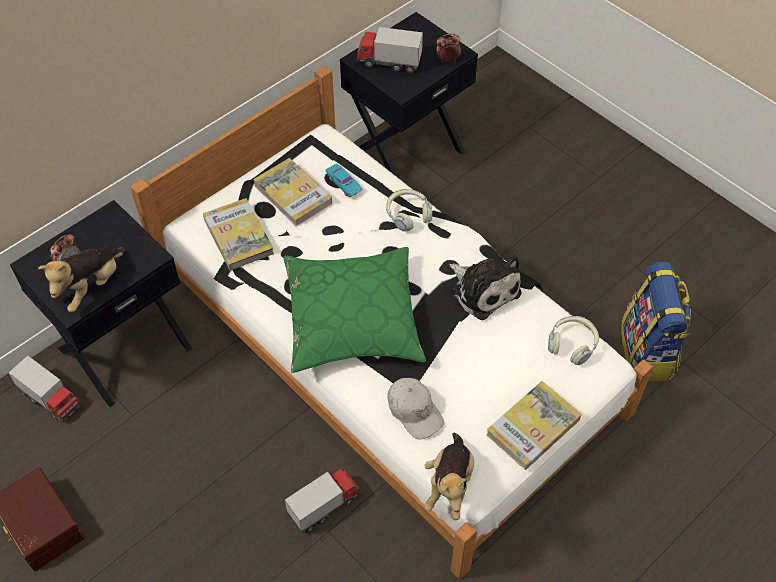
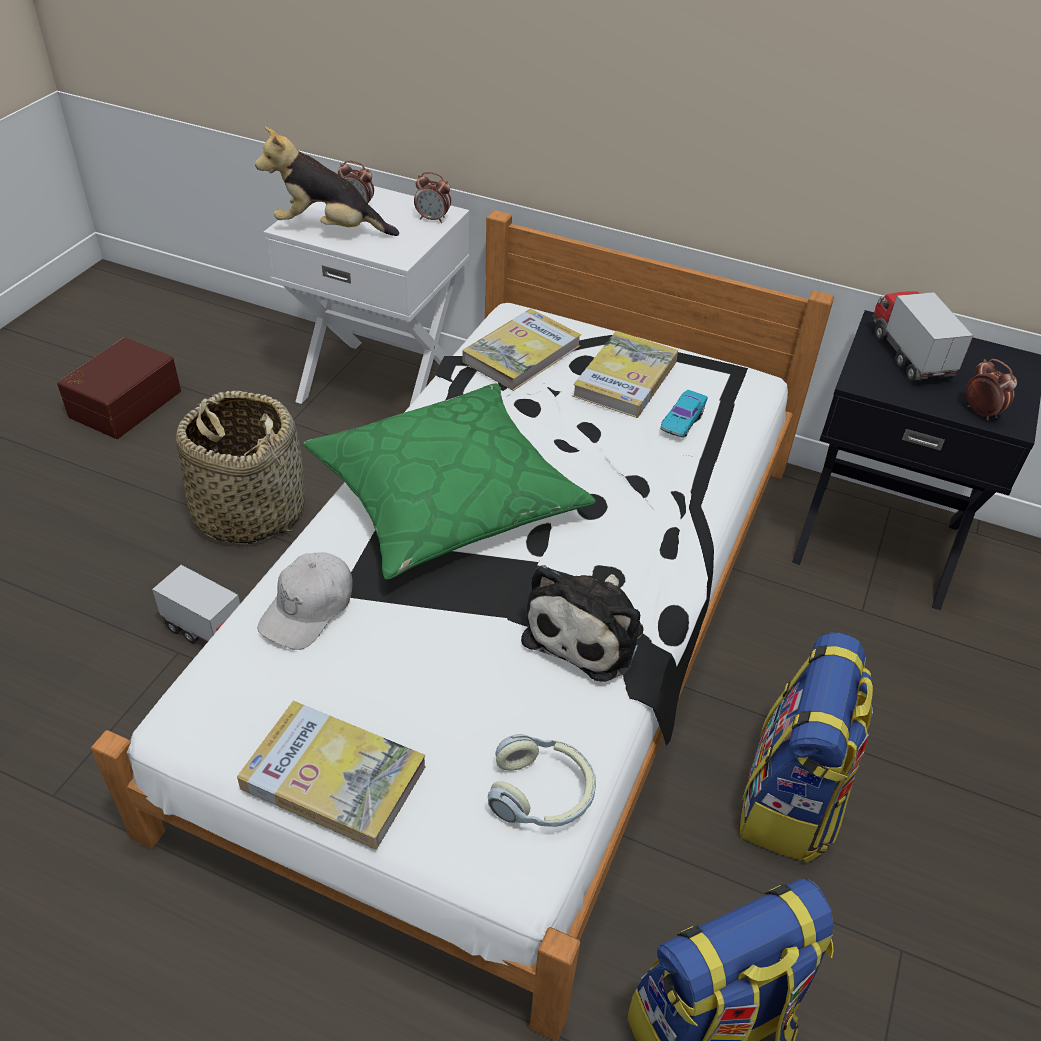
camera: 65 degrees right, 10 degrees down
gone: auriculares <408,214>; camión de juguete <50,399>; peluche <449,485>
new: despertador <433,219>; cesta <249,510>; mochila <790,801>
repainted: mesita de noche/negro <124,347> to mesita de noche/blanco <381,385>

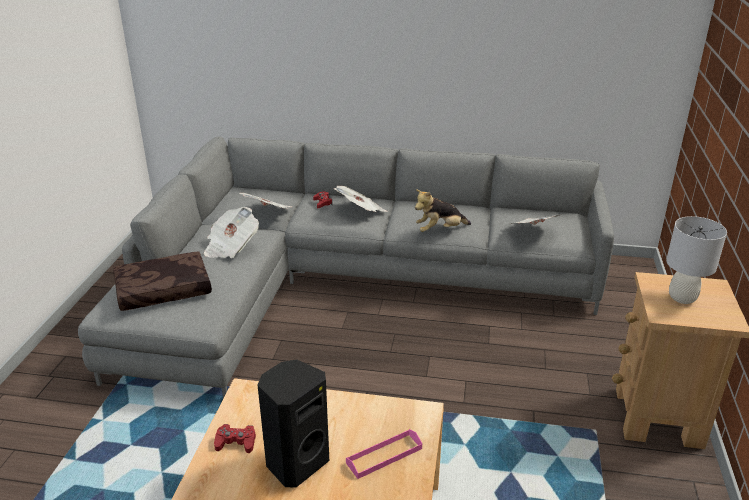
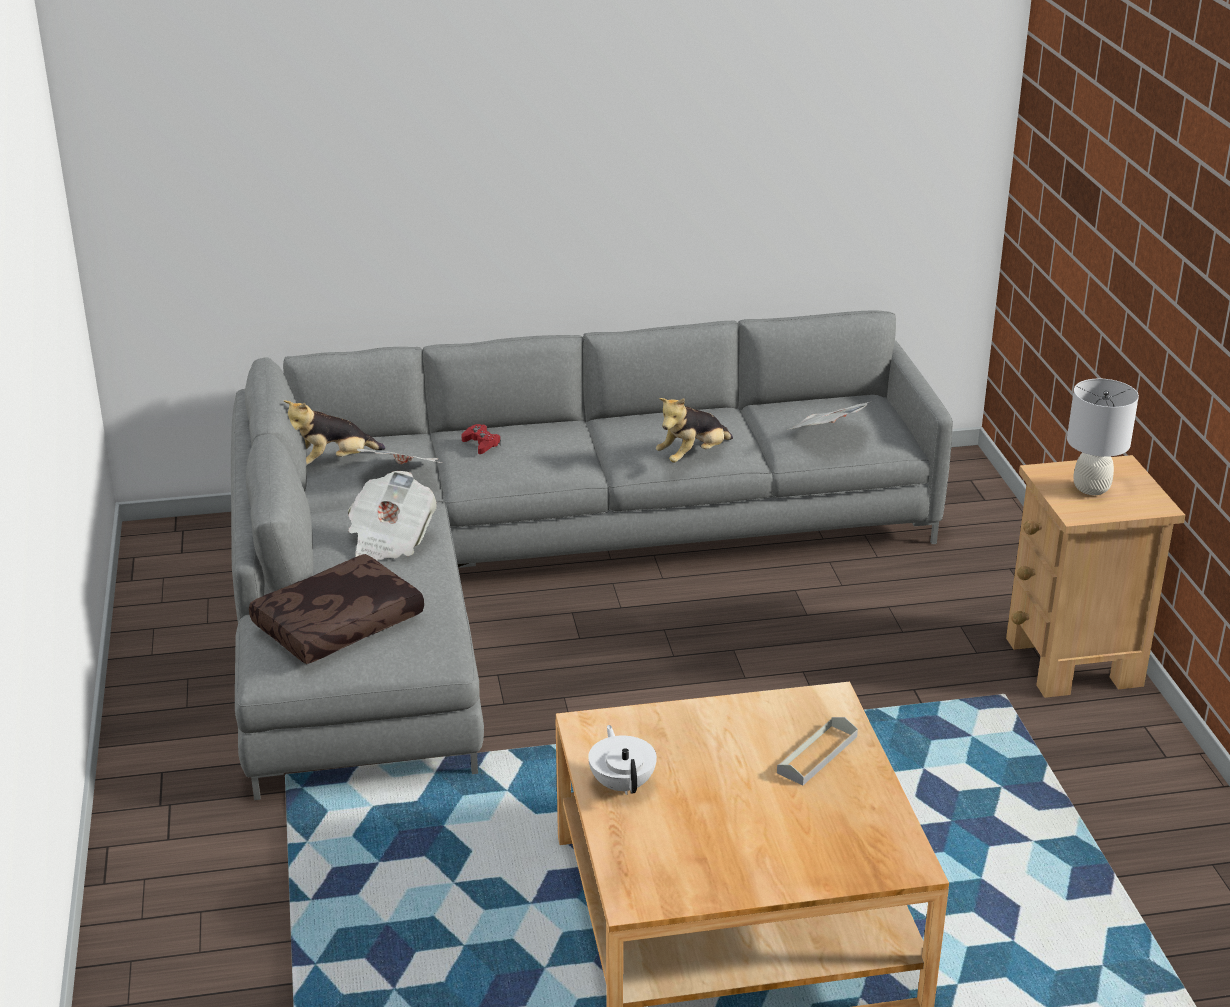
camera: 20 degrees left, 0 degrees up
gone: periódico <361,212>; altavoz/negro <296,462>
new: peluche <333,462>
swapped: mando de consola/rojo <236,442> to tetera/blanco <622,783>
repainted: bandeja/rosa <384,456> to bandeja/gris <817,754>

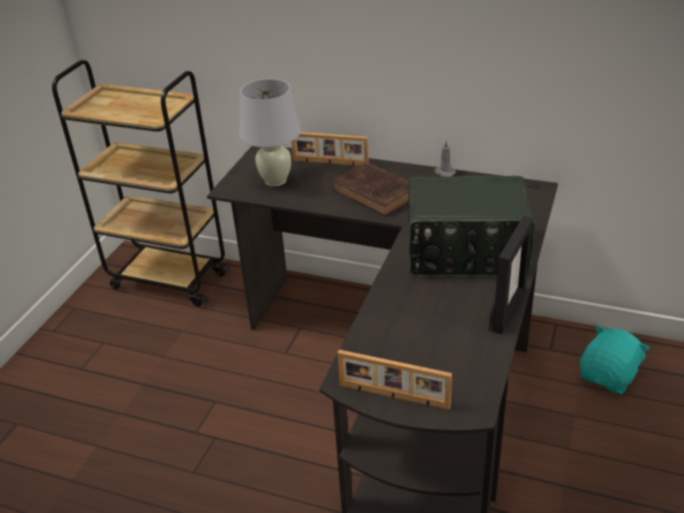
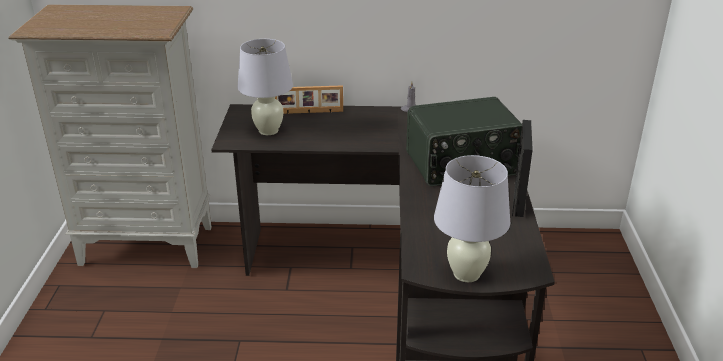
camera: 20 degrees left, 5 degrees down
gone: libro/marrón <377,193>; peluche/turquesa <609,376>
swapped: carrito/marrón <171,280> to cómoda/blanco <149,247>; portarretratos <393,397> to lámpara de mesa/blanco <466,274>

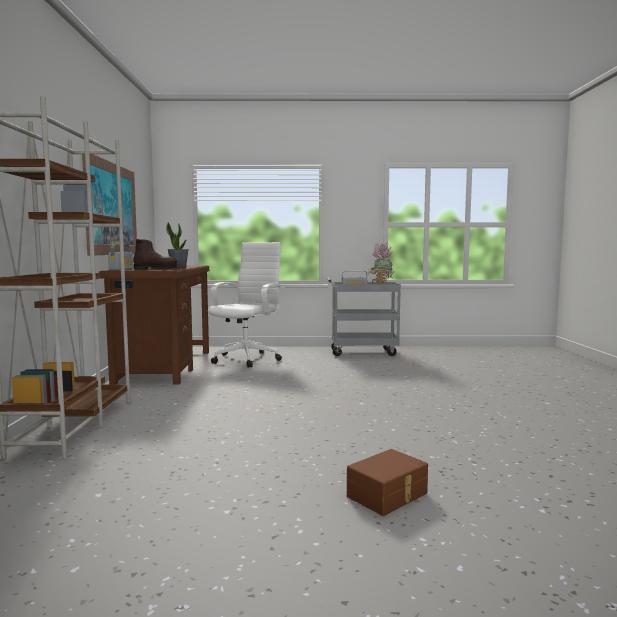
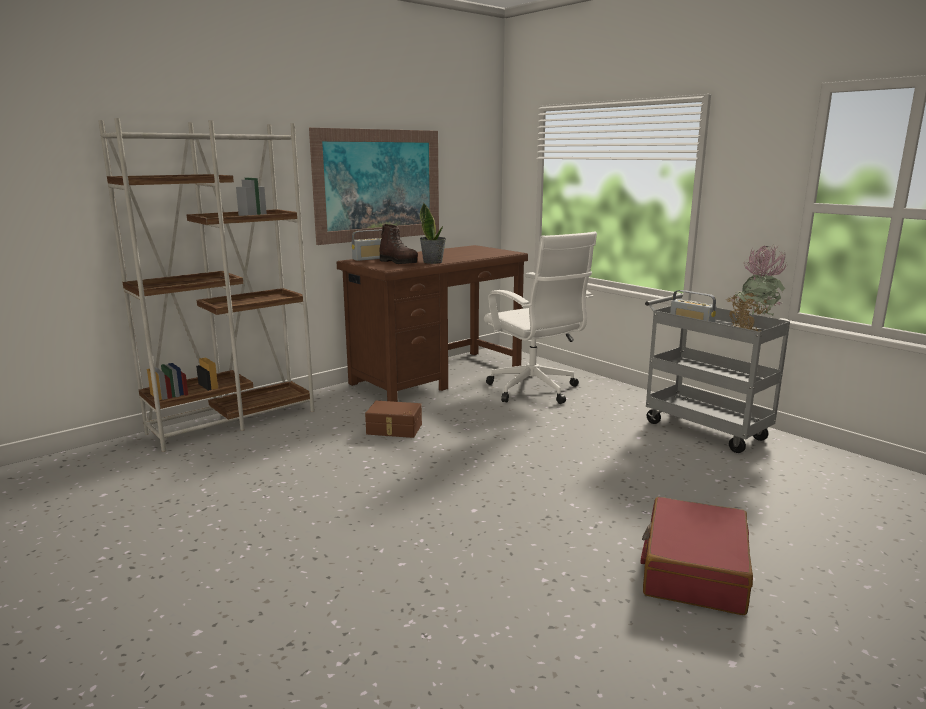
camera: 50 degrees right, 10 degrees up
new: maleta/rojo <693,570>
shifted: caja de almacenaje/marrón <388,495> to <394,429>
rotated: silla de oficina/blanco <248,359> = <535,391> 75 degrees clockwise

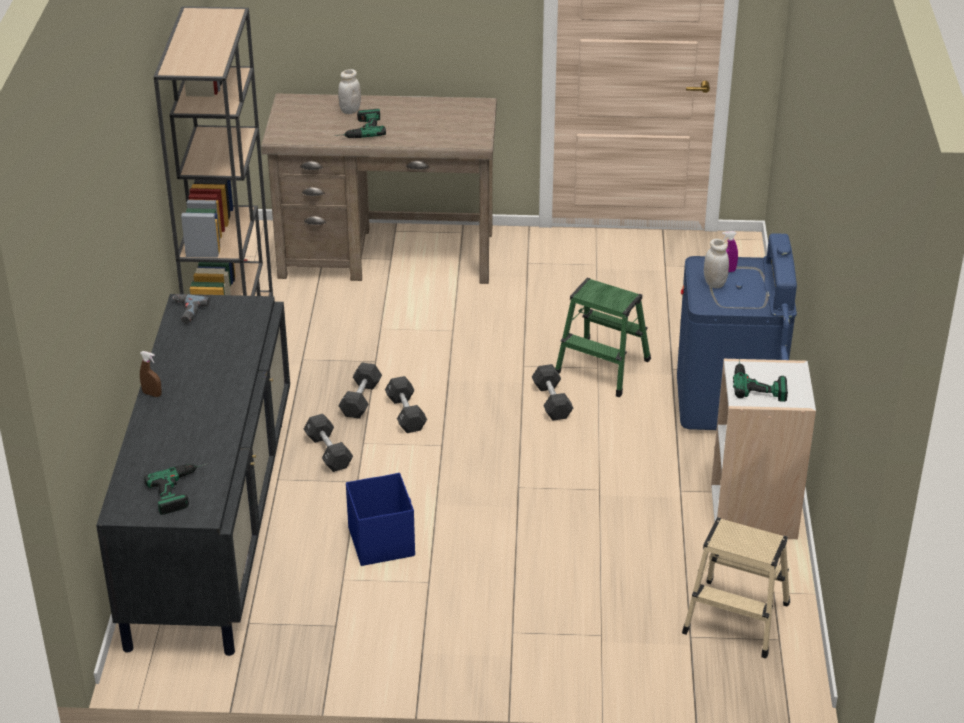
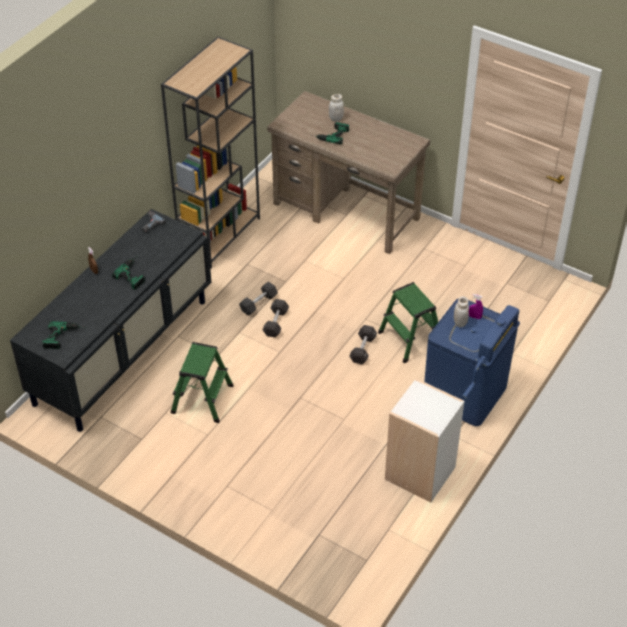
camera: 30 degrees right, 10 degrees up
gone: mancuerna/negro <328,452>; escalera de tijera/beis <736,617>
shifted: taladro <758,382> to <134,273>
swapped: caja de almacenaje/azul <381,541> to escalera de tijera/verde <202,398>

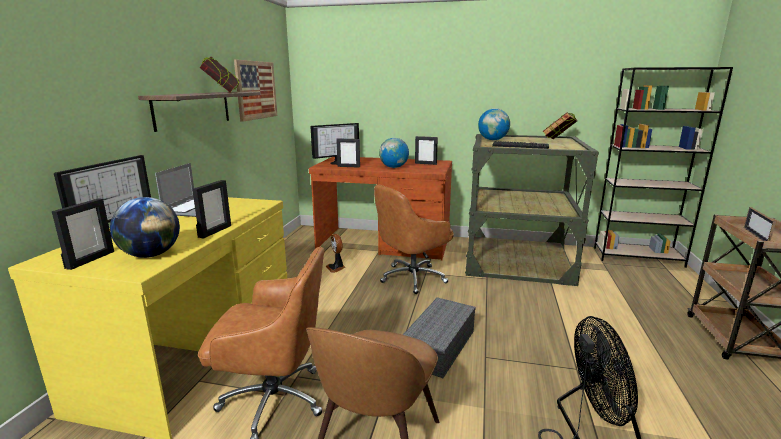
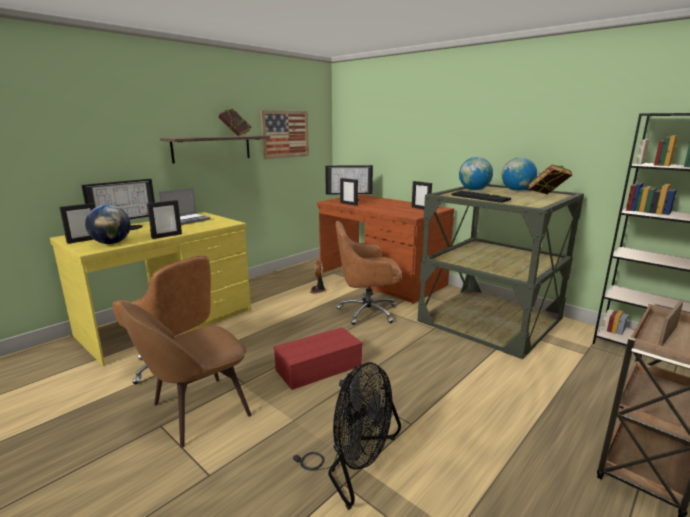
camera: 30 degrees right, 0 degrees up
shifted: globo terráqueo <393,167> to <517,190>
repainted: caja de almacenaje/gris <439,347> to caja de almacenaje/rojo <318,368>

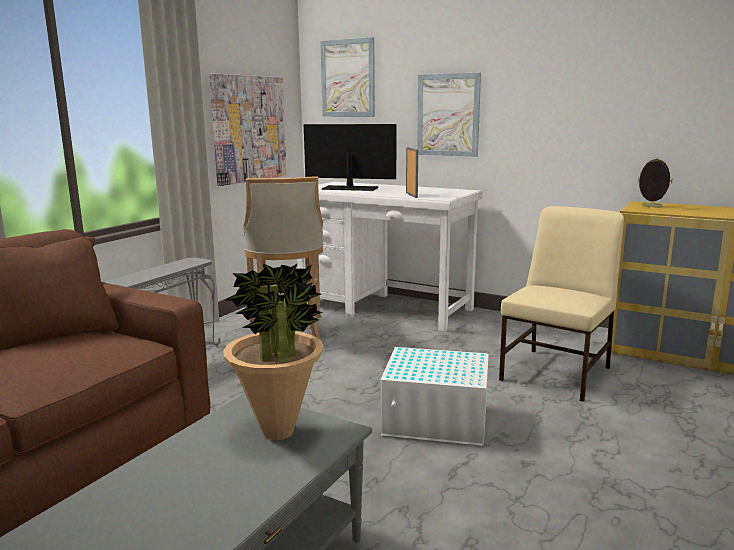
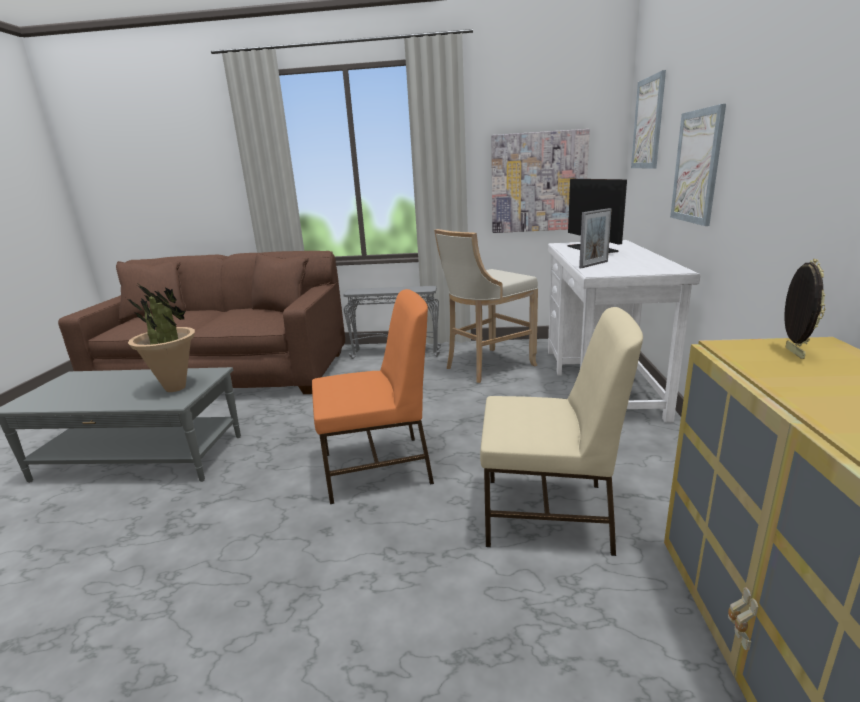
camera: 65 degrees right, 5 degrees up
swapped: caja de almacenaje/blanco <437,420> to silla/naranja <379,468>

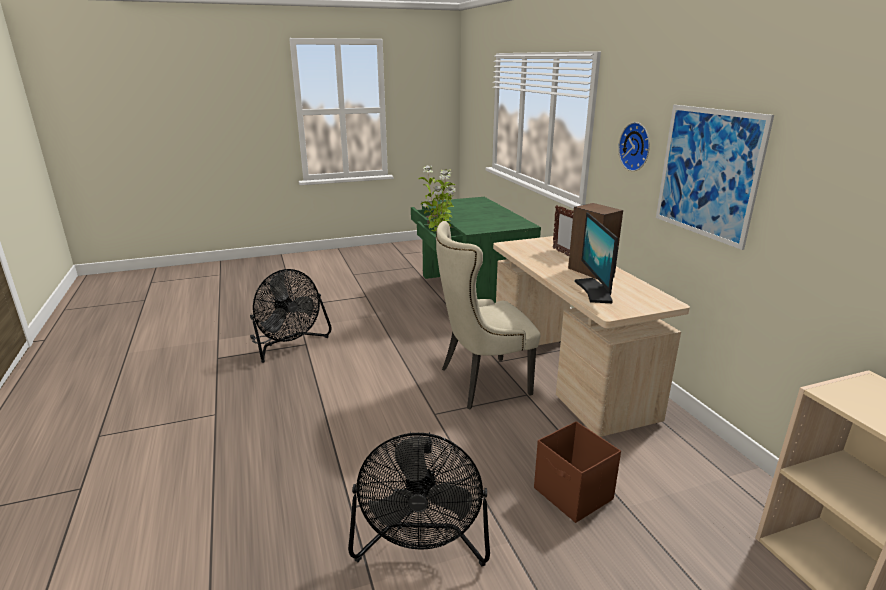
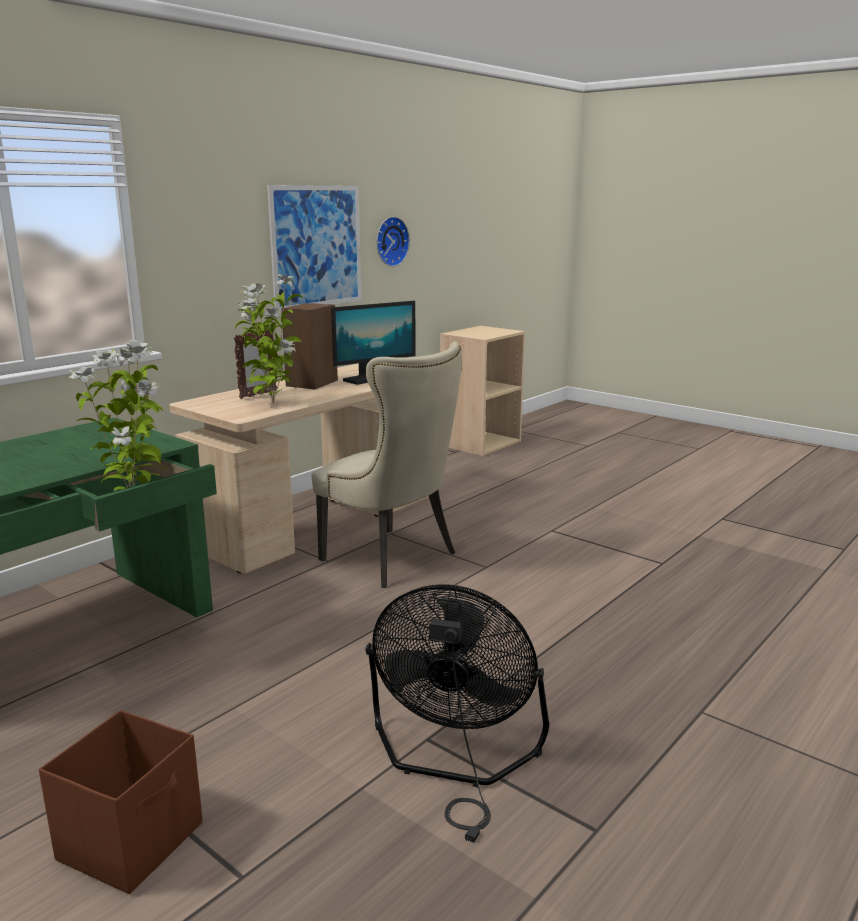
camera: 120 degrees left, 5 degrees down
gone: ventilador/negro <417,541>
new: planta en maceta <271,403>
shifted: reloj de pared <637,146> to <390,241>; caja de almacenaje/marrón <573,495> to <133,841>

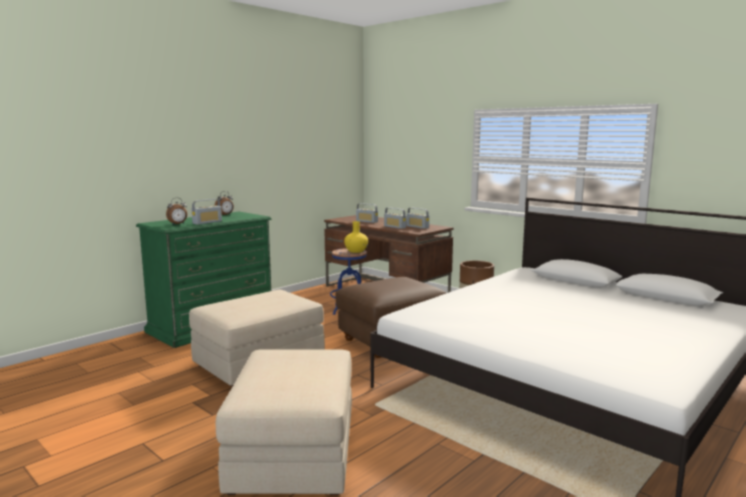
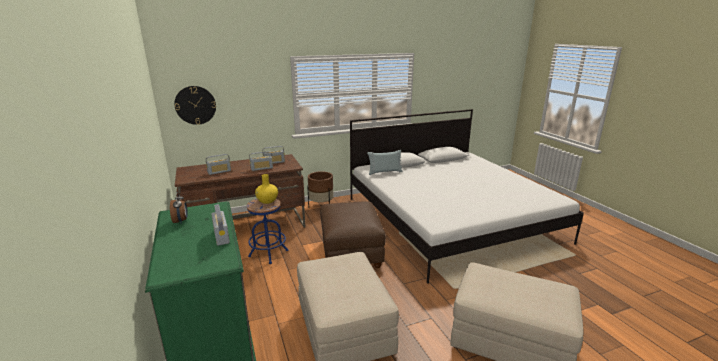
camera: 65 degrees left, 10 degrees up
gone: despertador <178,224>
new: reloj de pared <195,105>; cojín/azul <384,172>

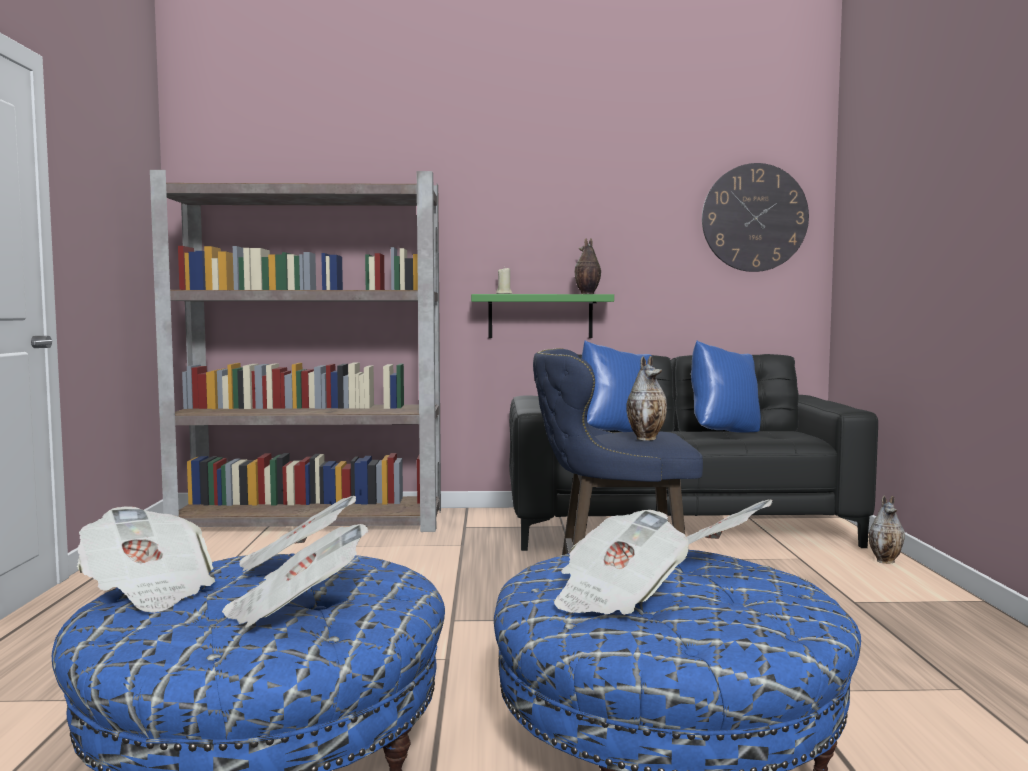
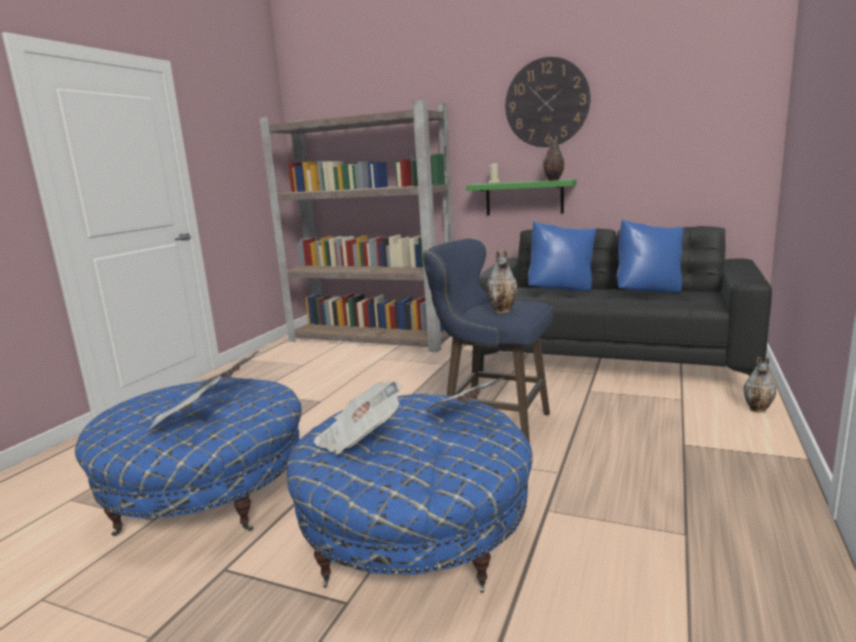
camera: 25 degrees right, 10 degrees up
gone: periódico <149,591>
shifted: reloj de pared <754,218> to <547,103>

